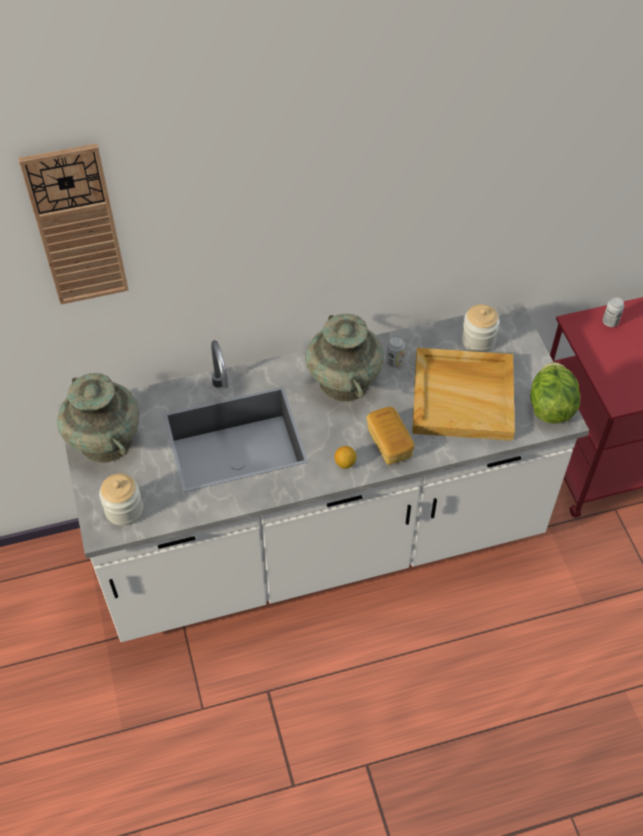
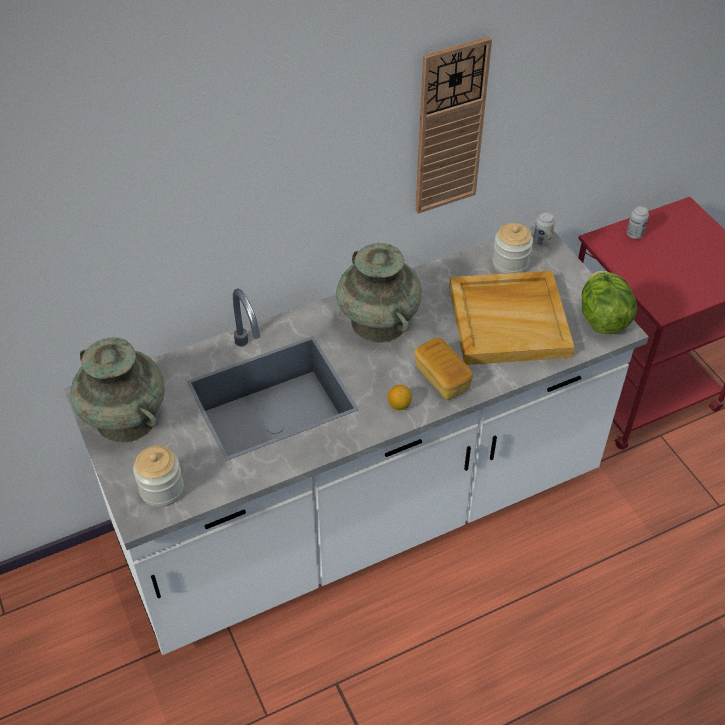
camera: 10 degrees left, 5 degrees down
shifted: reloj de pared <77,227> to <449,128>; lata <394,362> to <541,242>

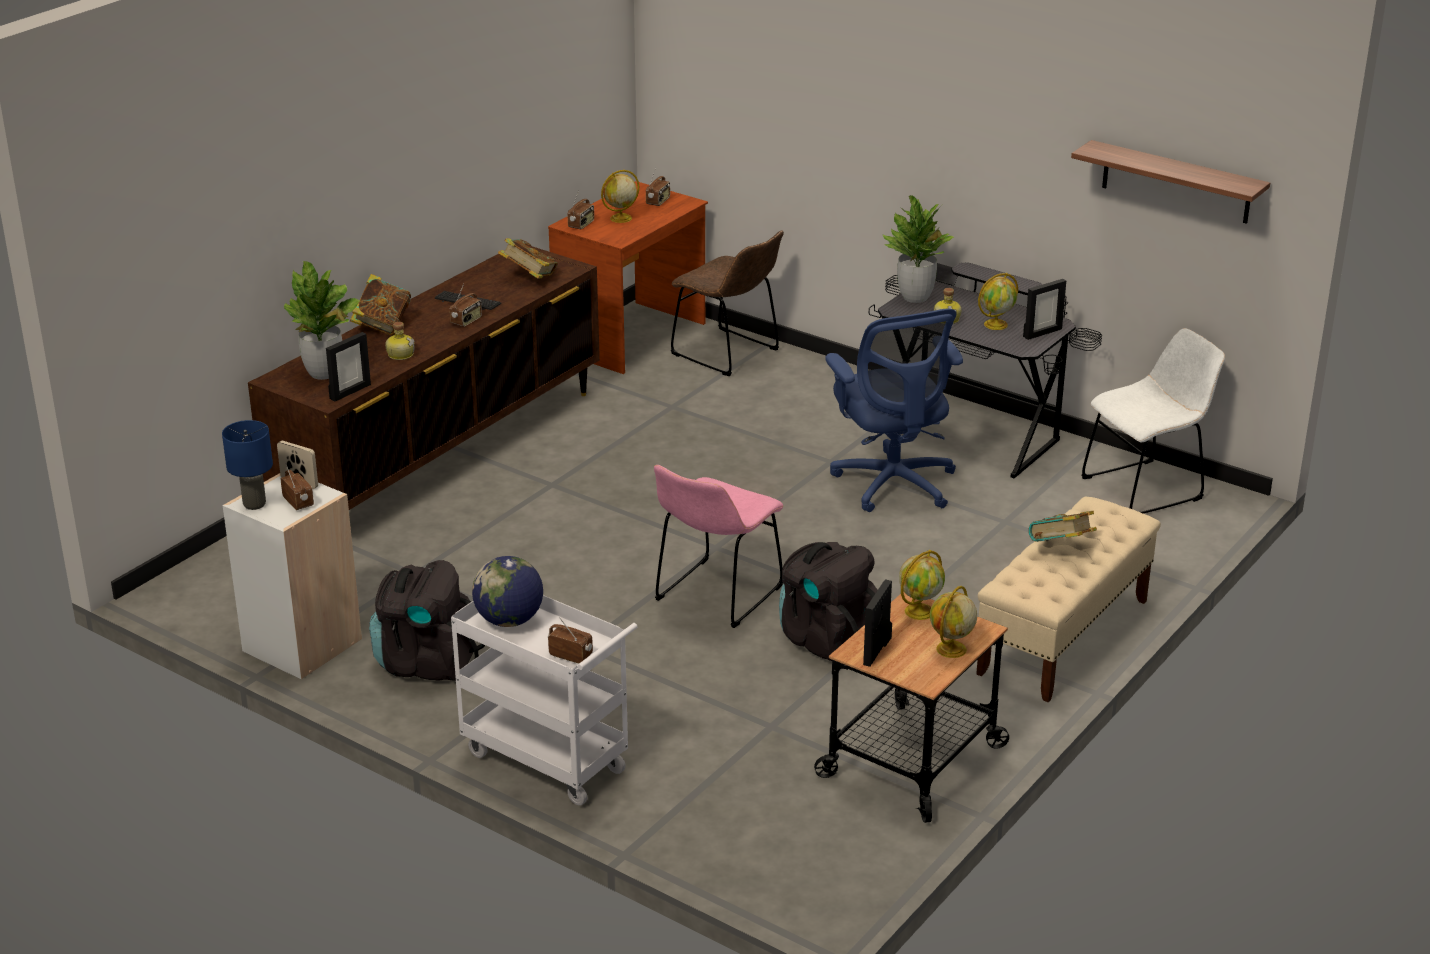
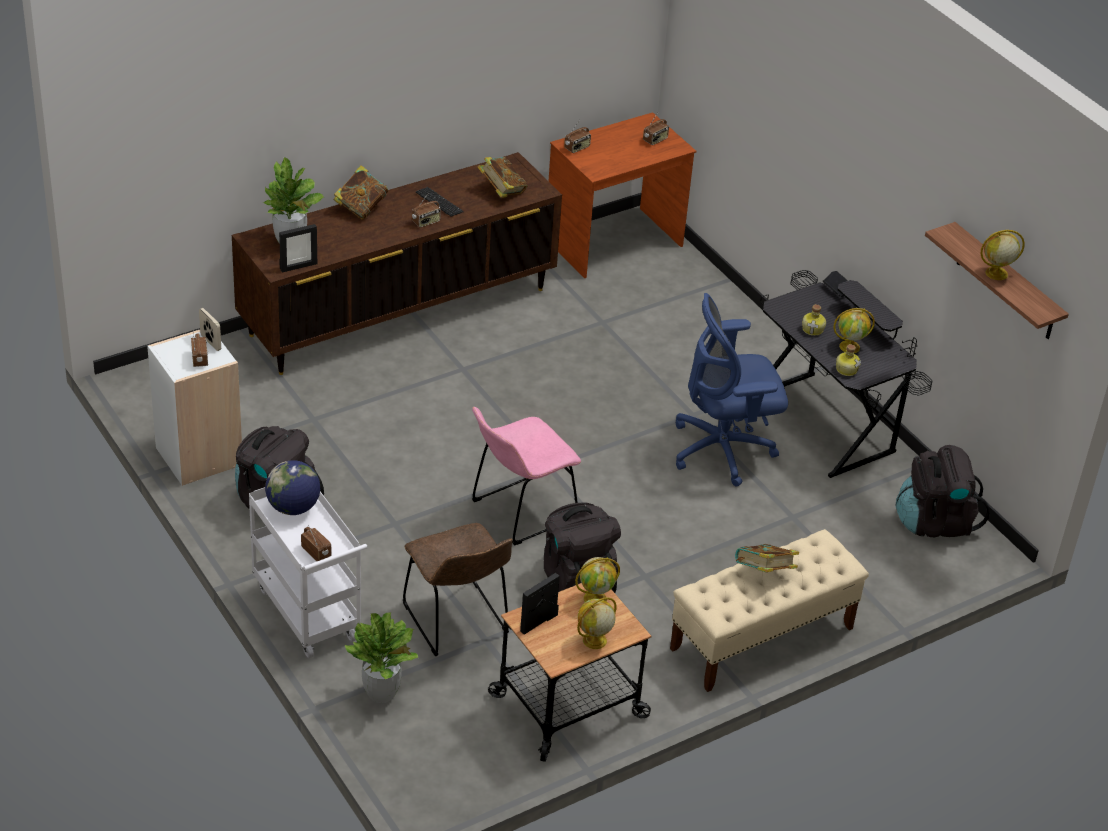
camera: 20 degrees right, 10 degrees up
gone: portarretratos <1042,333>; lámpara de mesa/azul <254,504>
shifted: globo terráqueo <620,218> to <996,273>; planta en maceta <915,297> to <381,693>; silla/marrón <729,354> to <457,623>; botella <400,354> to <846,369>
swapped: silla/blanco <1147,487> to mochila/negro <934,522>
rotated: silla de oficina/azul <889,480> = <727,447> 75 degrees clockwise

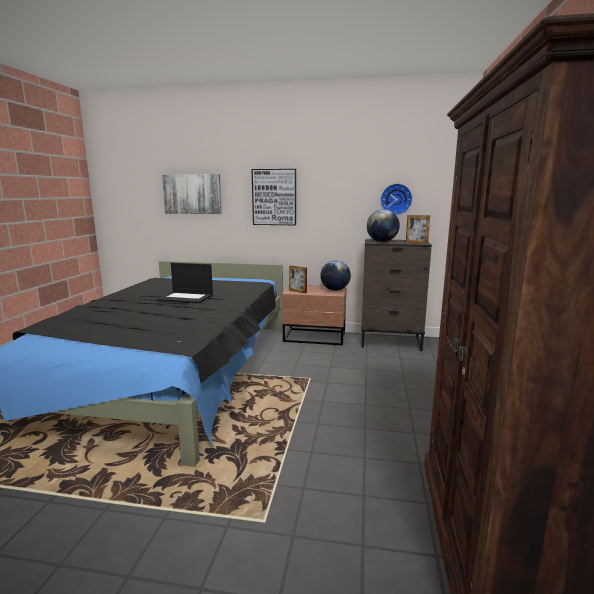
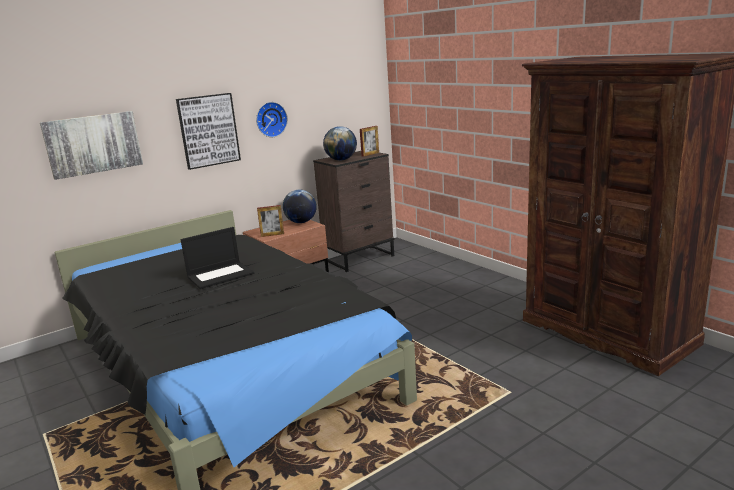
camera: 45 degrees left, 5 degrees up
shifted: reloj de pared <396,199> to <270,119>

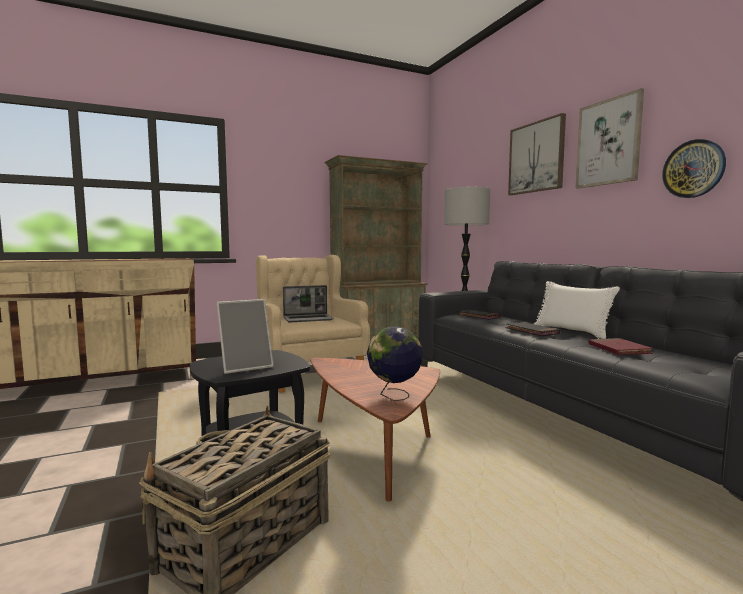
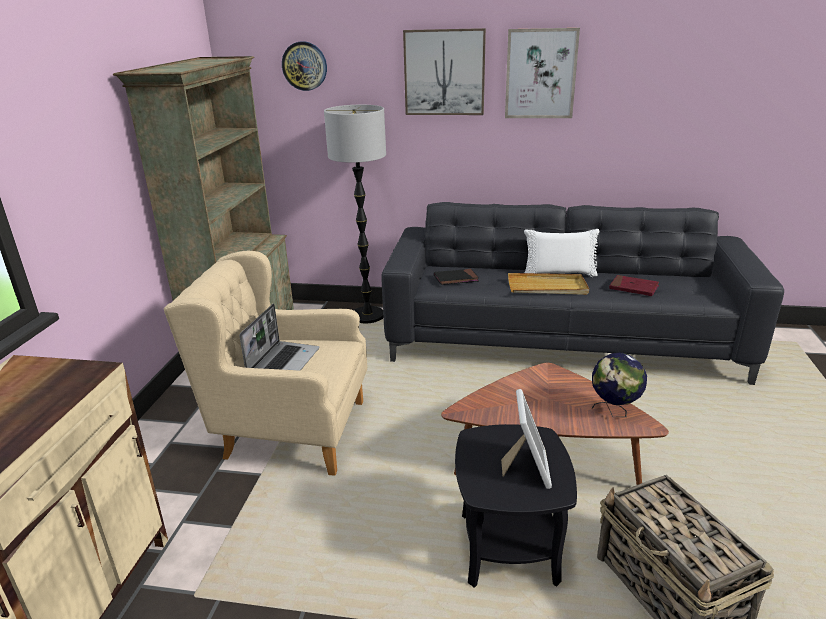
camera: 55 degrees left, 20 degrees up
shifted: reloj de pared <693,169> to <304,66>
swapped: libro/negro <532,332> to bandeja/beis <547,287>

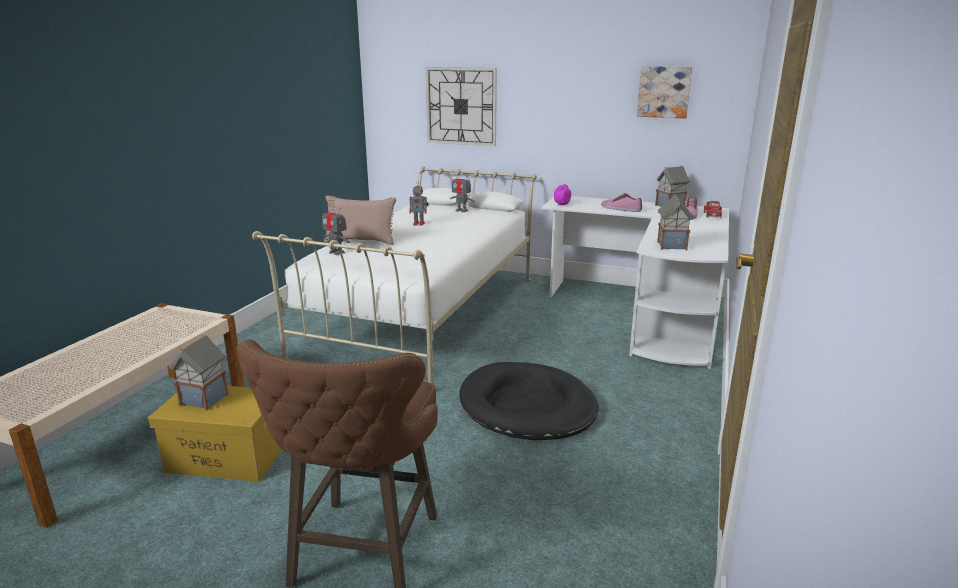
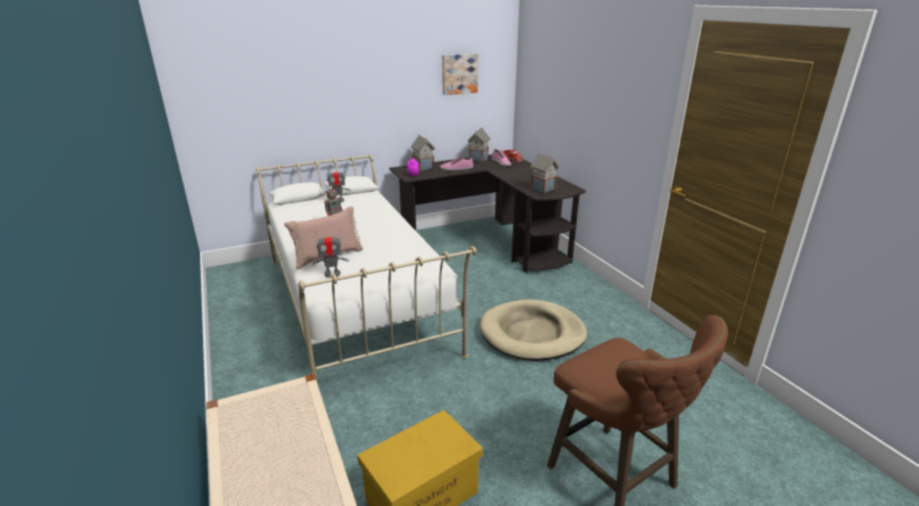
camera: 45 degrees left, 5 degrees up
gone: reloj de pared <461,106>
shifted: casita <204,399> to <423,167>
repainted: escritorio/blanco <645,314> to escritorio/negro <489,241>; cama para perro/negro <527,406> to cama para perro/beis <532,334>

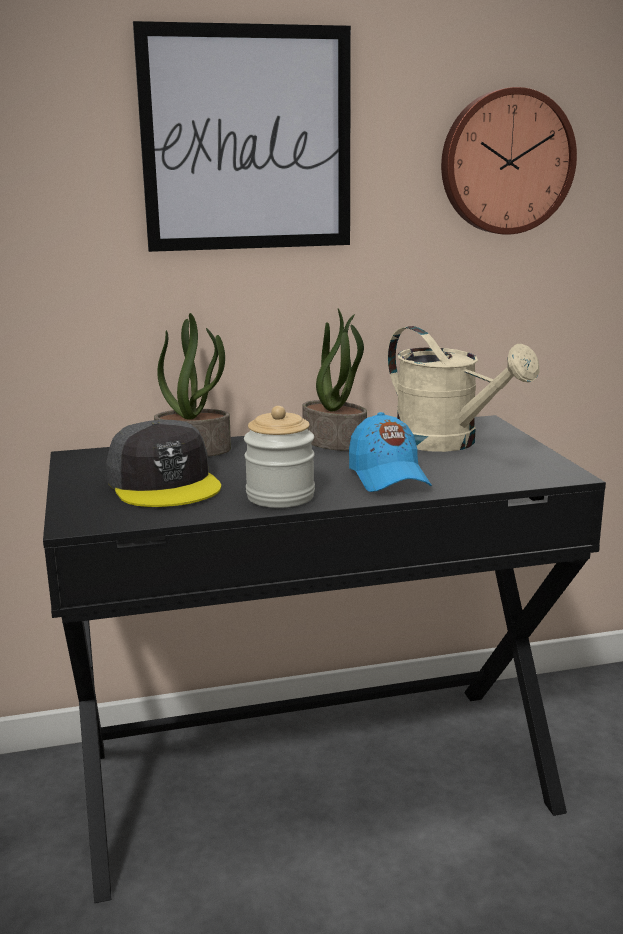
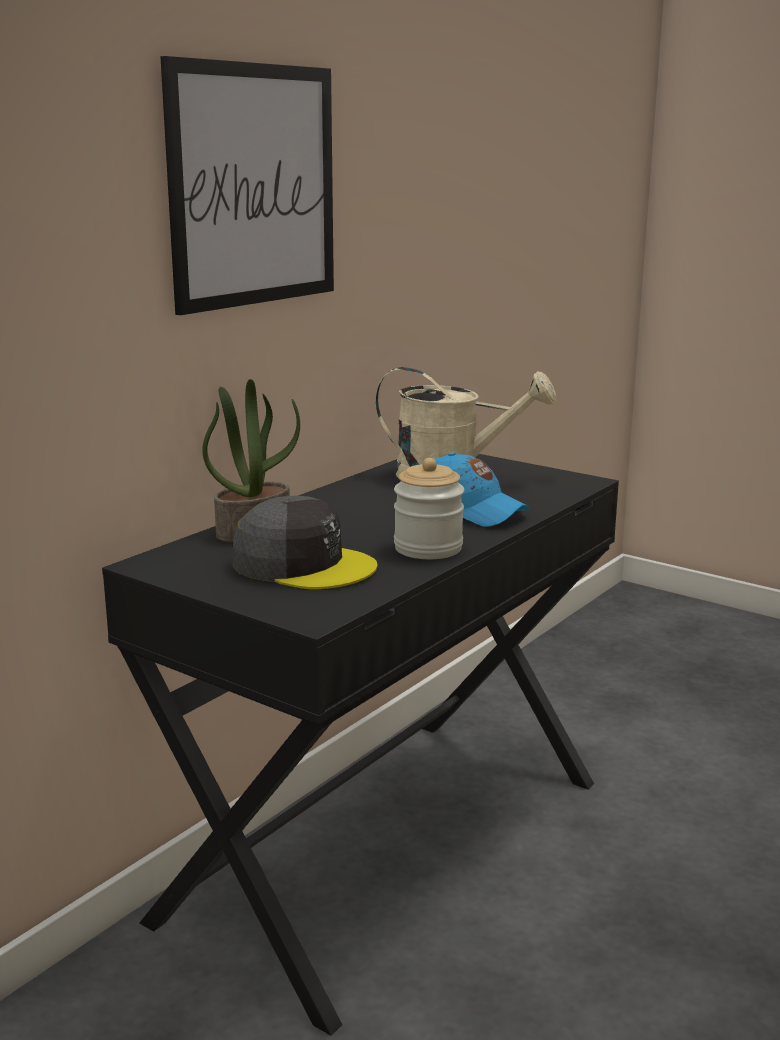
camera: 40 degrees left, 0 degrees up
gone: reloj de pared <505,162>; planta en maceta <336,442>

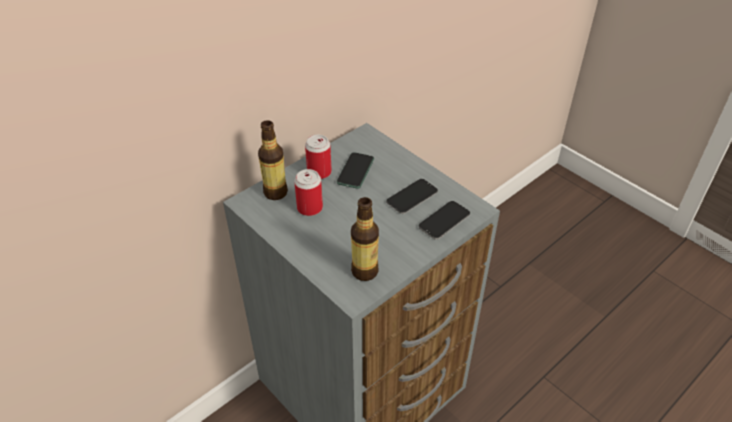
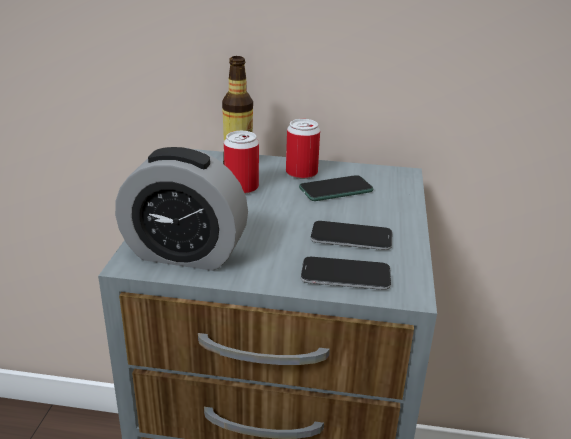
camera: 50 degrees right, 15 degrees down
swapped: botella <365,271> to despertador <185,254>

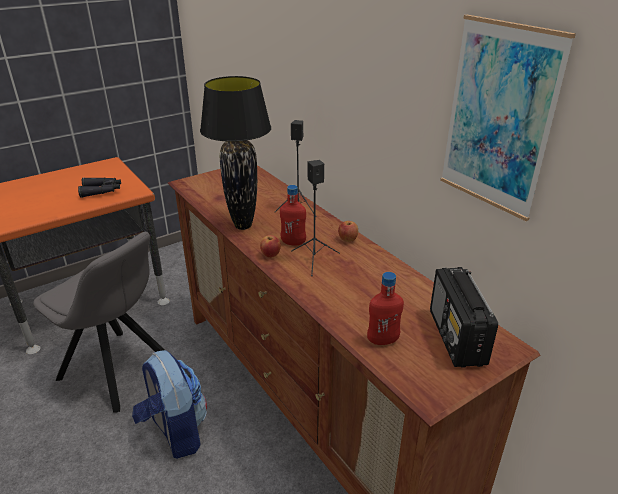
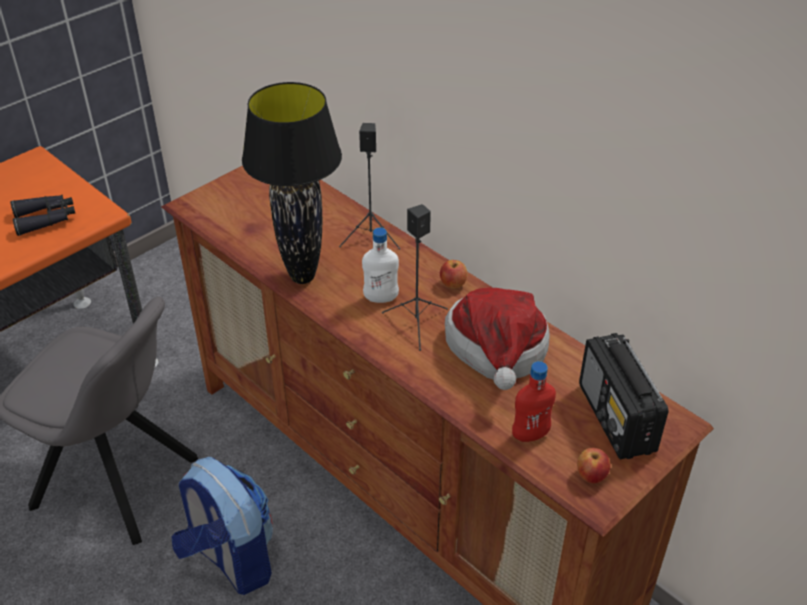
camera: 10 degrees left, 10 degrees up
gone: cuadro <498,118>
new: sombrero <497,354>
shifted: manzana <270,255> to <591,476>
repainted: botella/rojo <293,242> to botella/blanco <381,298>

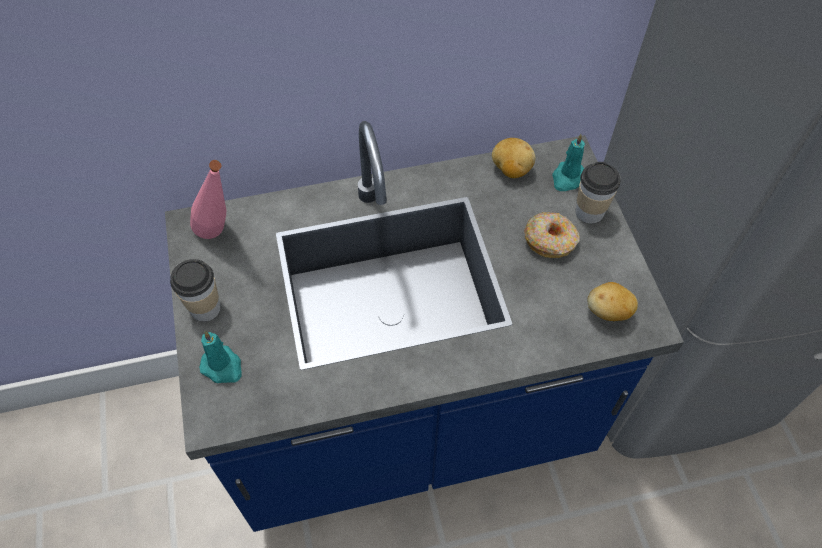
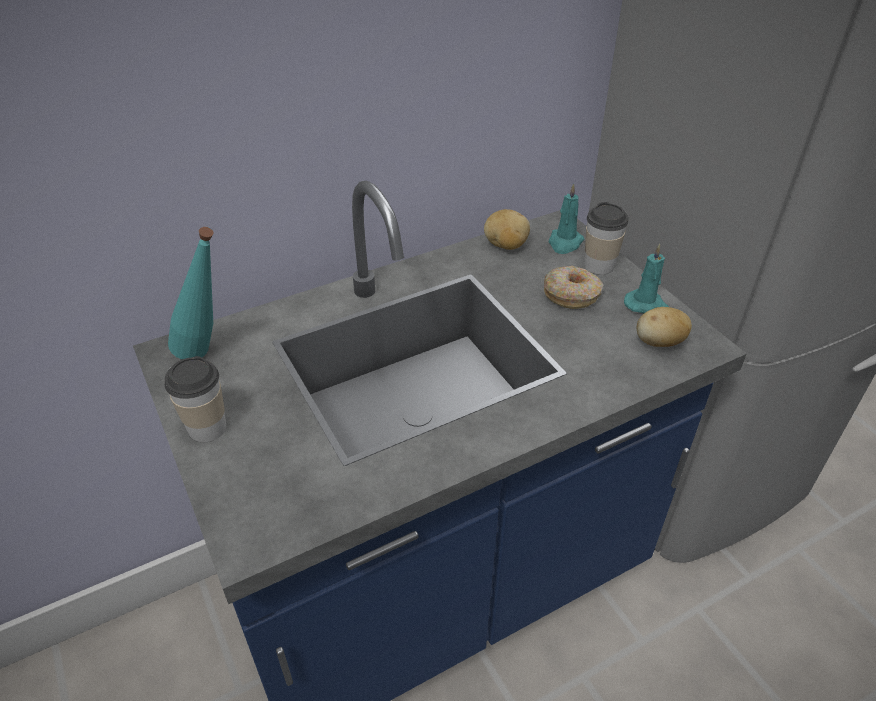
camera: 15 degrees left, 15 degrees down
shifted: vela/turquesa <223,367> to <646,305>
repainted: botella/rosa <222,237> to botella/turquesa <209,356>

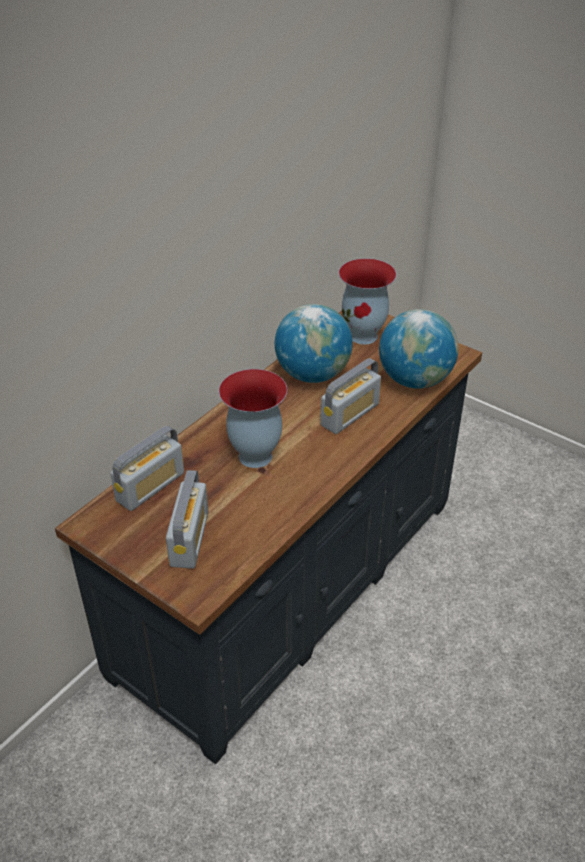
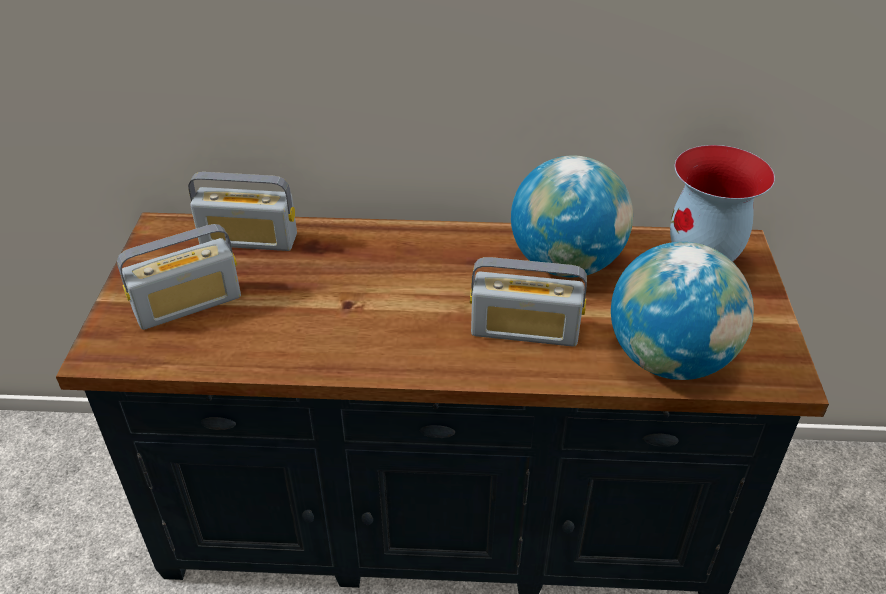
camera: 55 degrees right, 0 degrees up
gone: florero <254,456>

